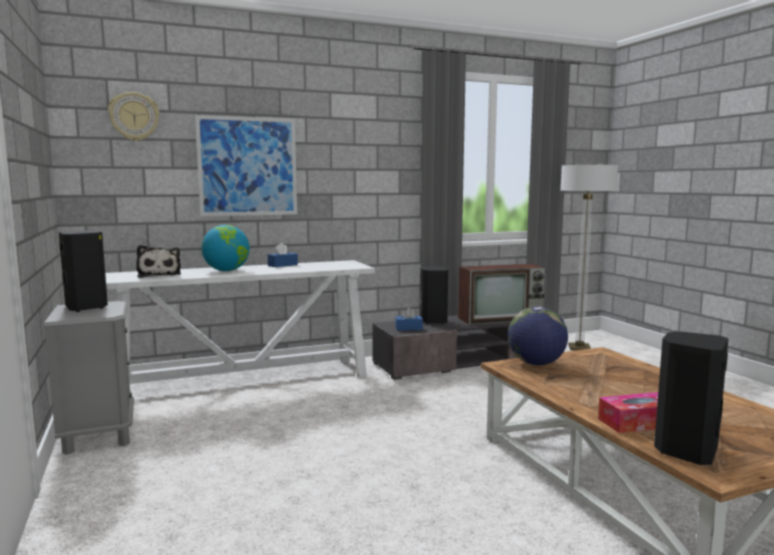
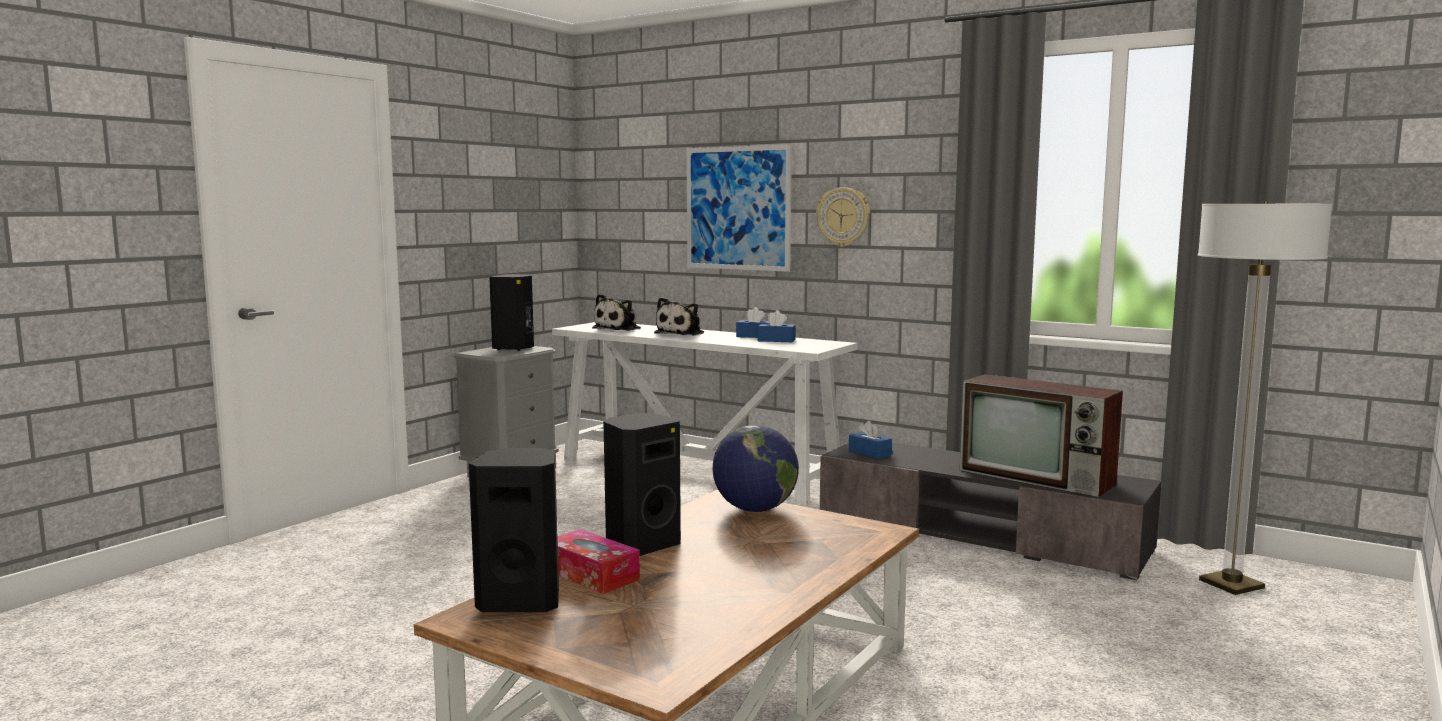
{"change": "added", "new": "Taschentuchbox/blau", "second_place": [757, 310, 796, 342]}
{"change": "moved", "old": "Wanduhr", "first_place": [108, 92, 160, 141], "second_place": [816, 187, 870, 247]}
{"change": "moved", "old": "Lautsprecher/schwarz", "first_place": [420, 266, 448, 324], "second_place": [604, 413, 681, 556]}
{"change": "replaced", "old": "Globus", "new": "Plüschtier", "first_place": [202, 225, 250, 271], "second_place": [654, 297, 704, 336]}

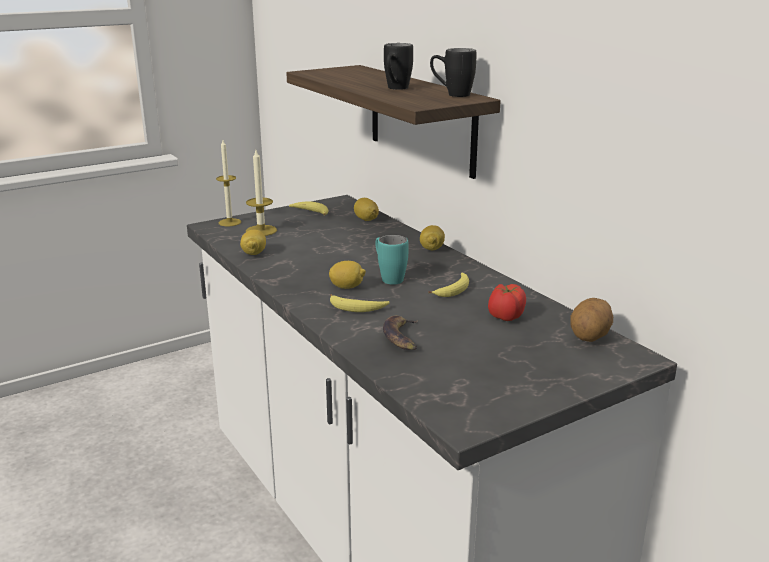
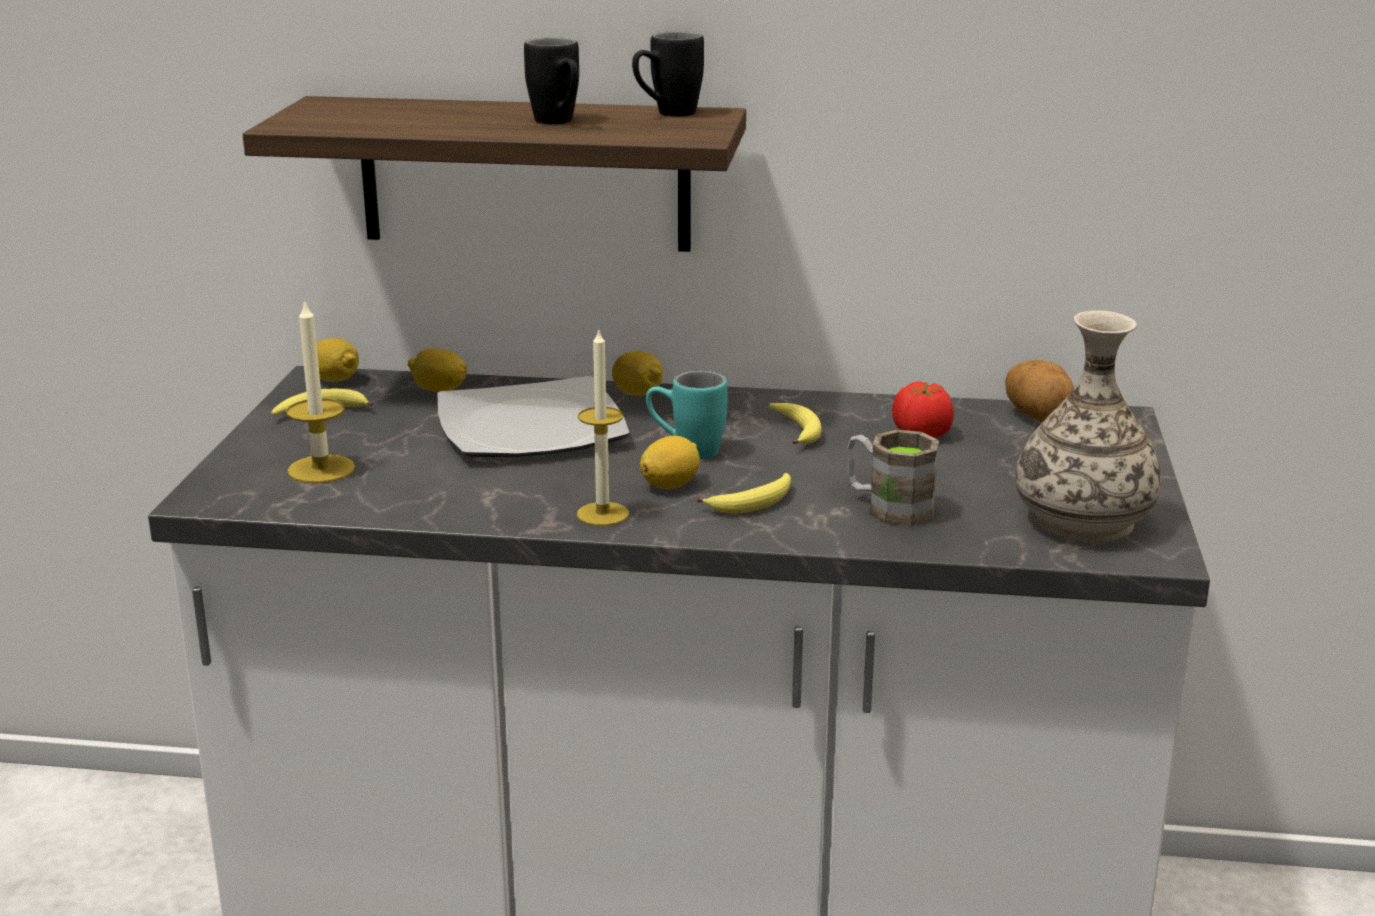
{"change": "added", "new": "Teller", "second_place": [437, 376, 630, 457]}
{"change": "added", "new": "Vase", "second_place": [1016, 311, 1161, 543]}
{"change": "moved", "old": "Kerze", "first_place": [216, 140, 241, 227], "second_place": [577, 328, 629, 526]}
{"change": "moved", "old": "Zitrone", "first_place": [240, 230, 266, 255], "second_place": [317, 338, 359, 382]}
{"change": "replaced", "old": "Banane", "new": "Henkelbecher/braun", "first_place": [383, 316, 418, 350], "second_place": [847, 430, 939, 526]}

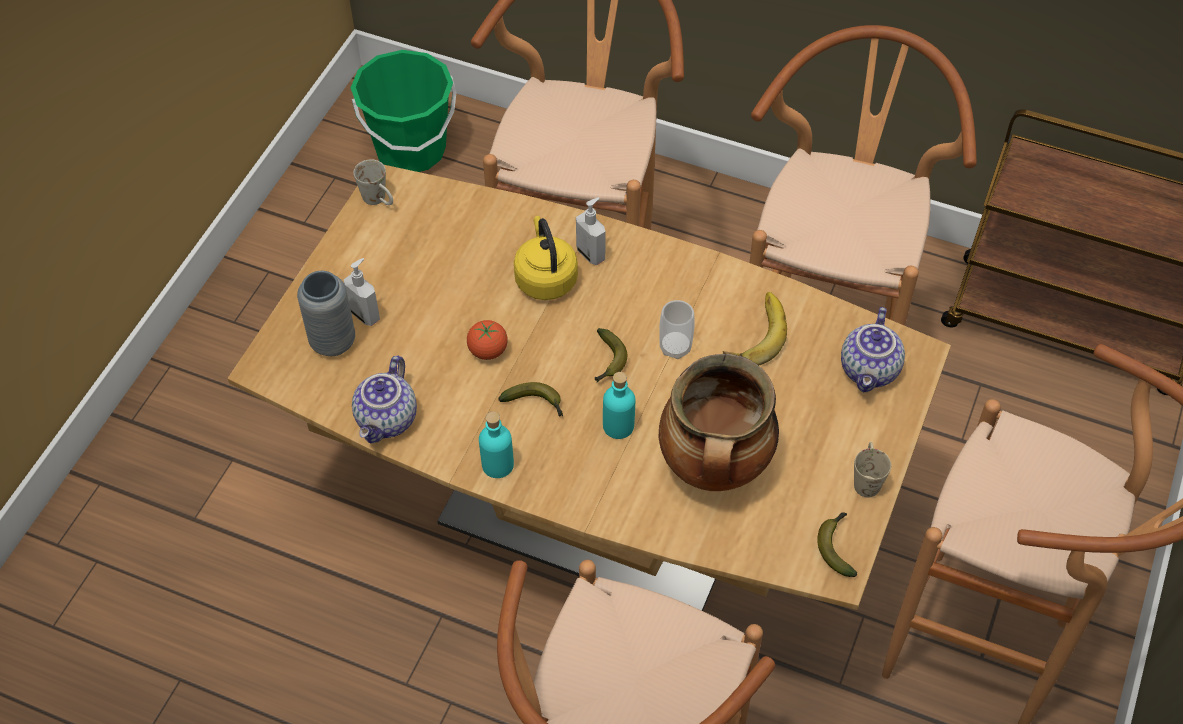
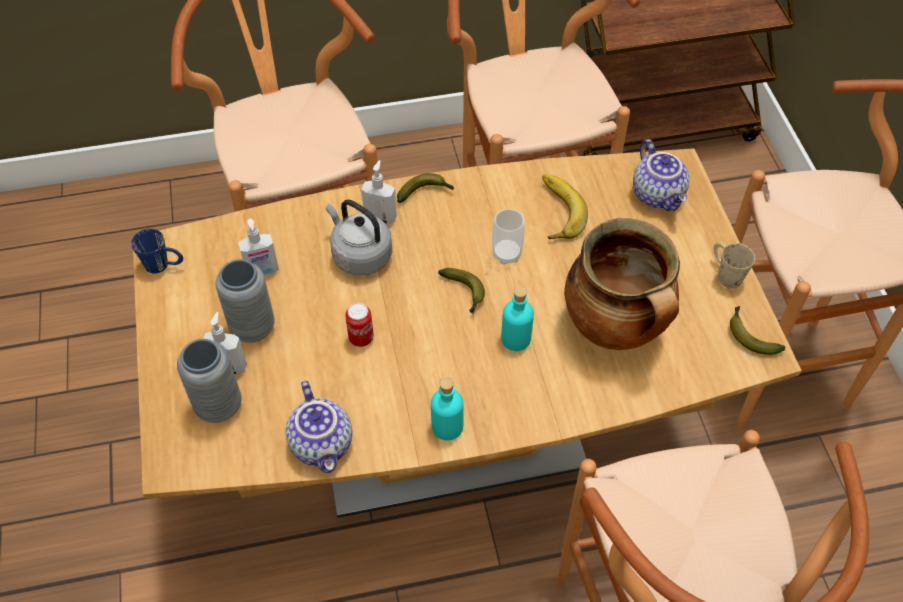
{"change": "removed", "old": "Eimer/grün", "first_place": [351, 50, 456, 172]}
{"change": "added", "new": "Vase/grau", "second_place": [215, 259, 275, 343]}
{"change": "added", "new": "Seifenspender", "second_place": [238, 219, 279, 276]}
{"change": "moved", "old": "Banane", "first_place": [498, 382, 563, 416], "second_place": [397, 173, 455, 203]}
{"change": "replaced", "old": "Tomate", "new": "Dose", "first_place": [467, 320, 508, 360], "second_place": [345, 303, 374, 347]}
{"change": "recoloured", "old": "Henkelbecher/weiß", "new": "Henkelbecher/blau", "first_place": [353, 159, 393, 205], "second_place": [131, 229, 183, 274]}
{"change": "recoloured", "old": "Wasserkessel/gelb", "new": "Wasserkessel/grau", "first_place": [514, 216, 578, 300], "second_place": [326, 200, 392, 275]}

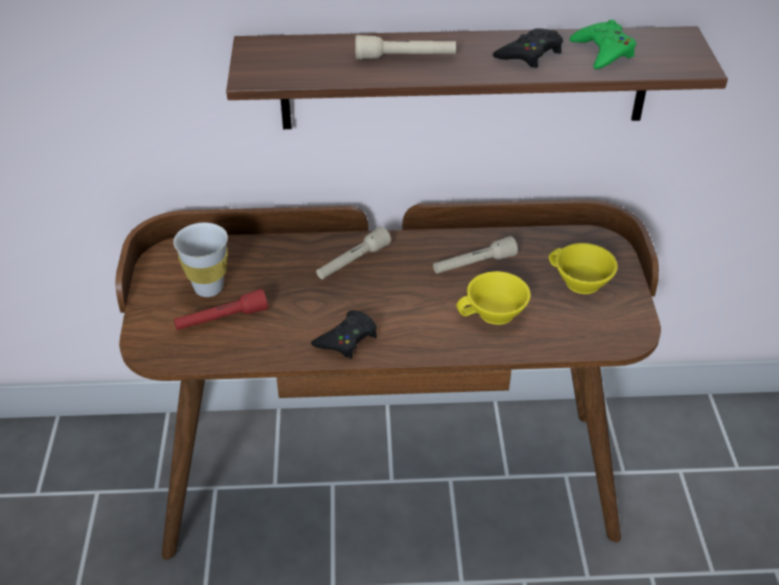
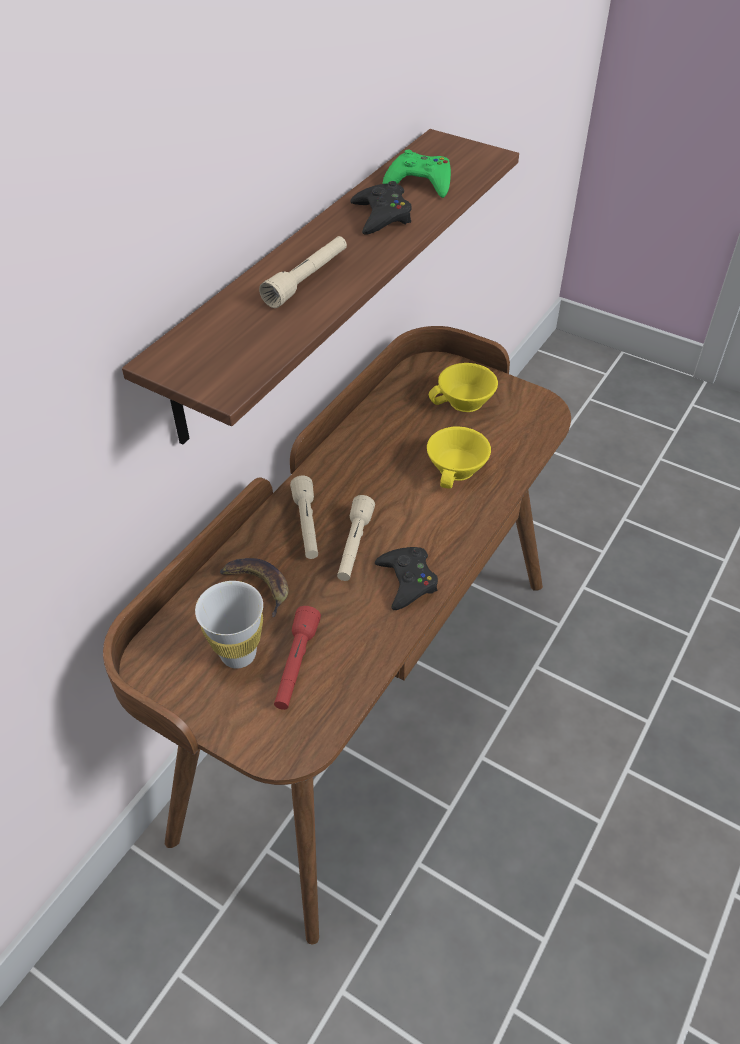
{"change": "added", "new": "Banane", "second_place": [220, 558, 289, 618]}
{"change": "moved", "old": "Taschenlampe/beige", "first_place": [433, 236, 518, 274], "second_place": [337, 495, 375, 581]}

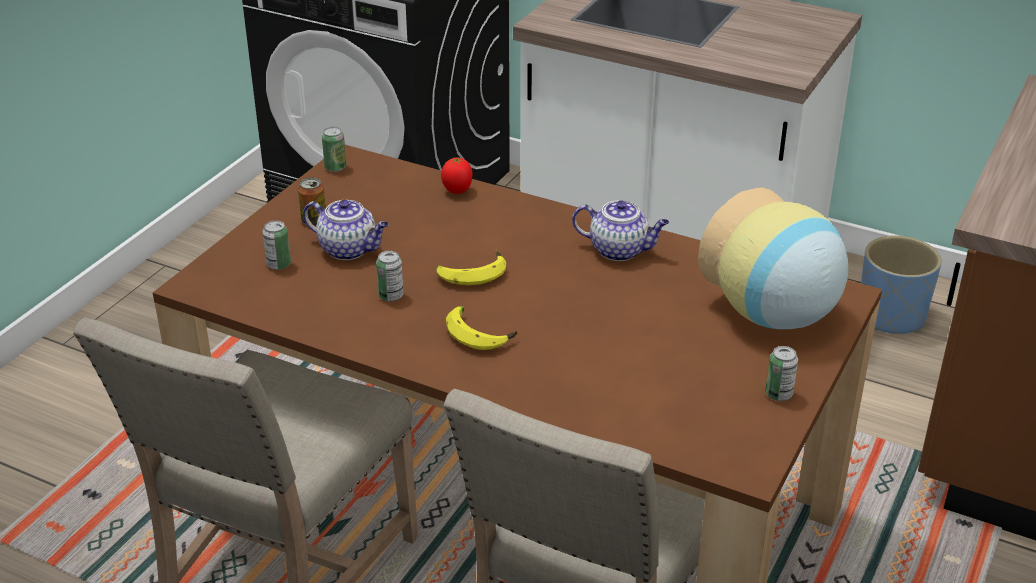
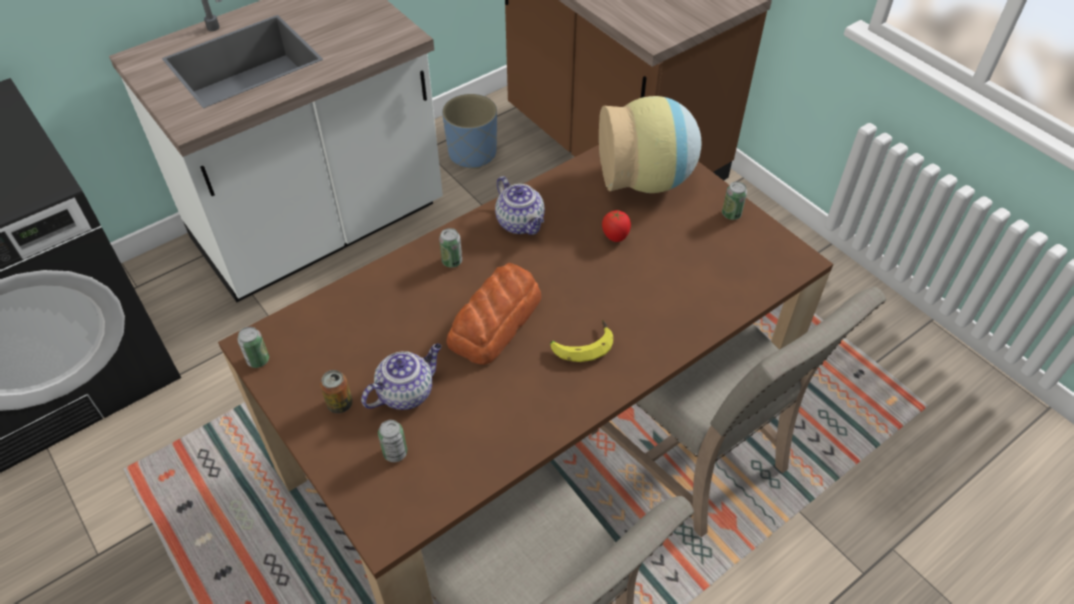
{"change": "moved", "old": "Dose", "first_place": [376, 251, 404, 301], "second_place": [439, 228, 462, 268]}
{"change": "moved", "old": "Tomate", "first_place": [441, 156, 472, 194], "second_place": [602, 210, 631, 242]}
{"change": "replaced", "old": "Banane", "new": "Brot", "first_place": [436, 250, 507, 285], "second_place": [447, 263, 541, 365]}
{"change": "turned", "old": "Teekanne", "first_place": [572, 200, 669, 261], "second_place": [495, 176, 545, 235], "degrees": 105}

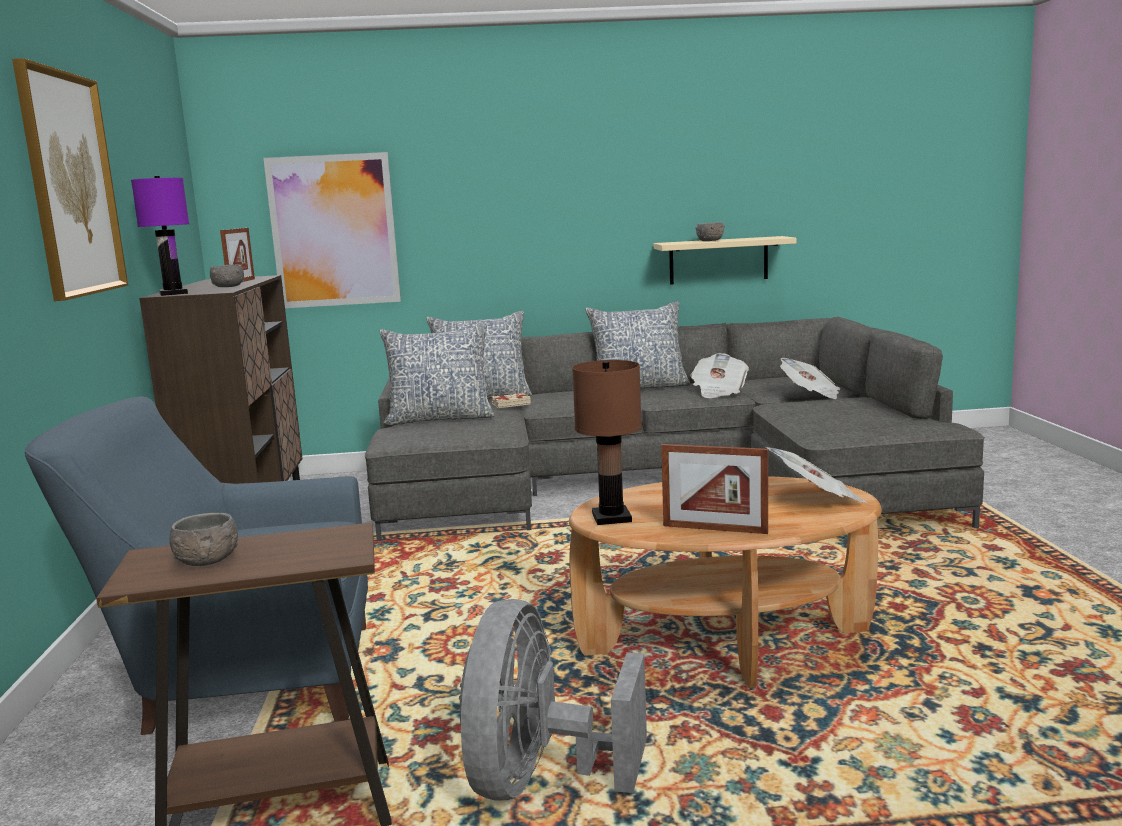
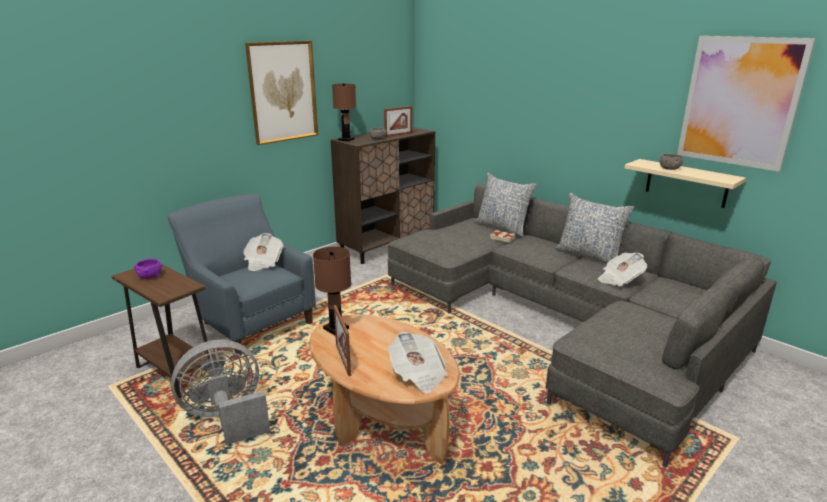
{"change": "removed", "old": "Kissen", "first_place": [379, 323, 494, 425]}
{"change": "moved", "old": "Bild", "first_place": [263, 152, 401, 308], "second_place": [677, 36, 816, 172]}
{"change": "moved", "old": "Zeitung", "first_place": [780, 358, 840, 399], "second_place": [243, 233, 283, 271]}
{"change": "recoloured", "old": "Tischlampe/lila", "new": "Tischlampe/braun", "first_place": [131, 176, 189, 296], "second_place": [332, 83, 356, 141]}
{"change": "recoloured", "old": "Schüssel/grau", "new": "Schüssel/lila", "first_place": [169, 513, 238, 566], "second_place": [134, 259, 162, 279]}

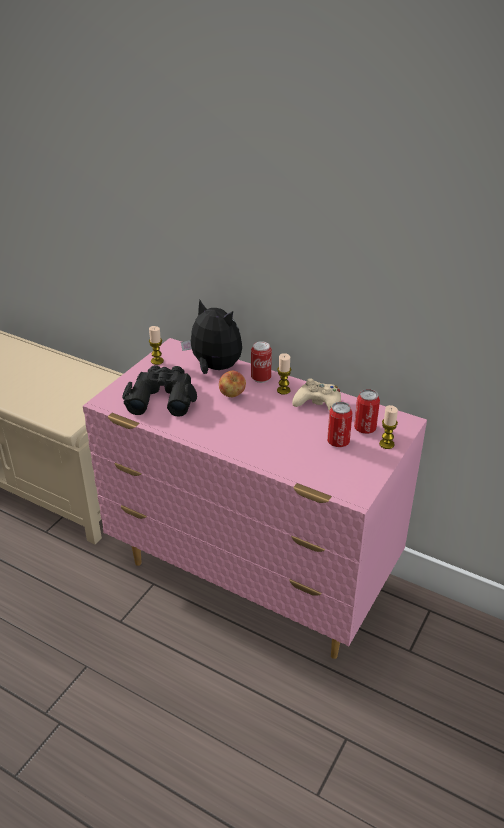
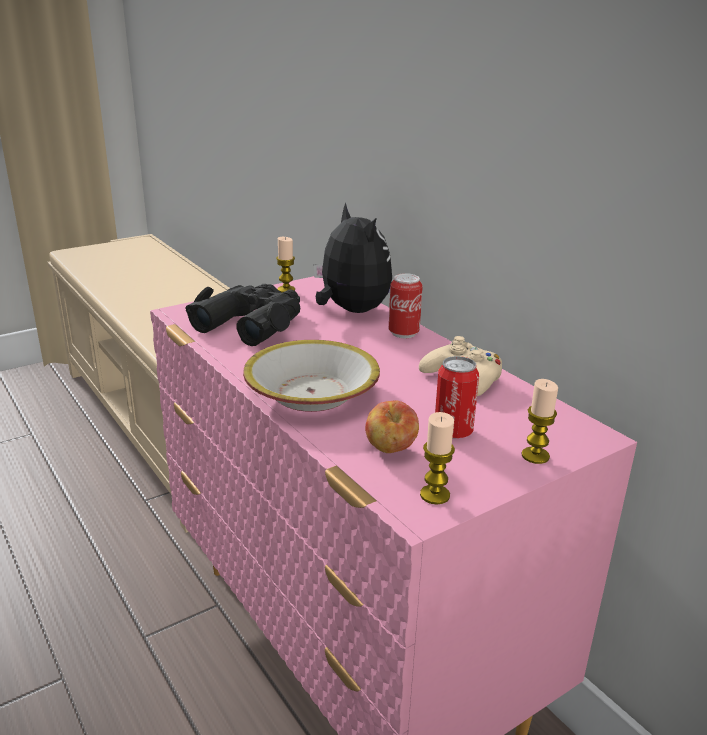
{"change": "removed", "old": "Dose", "first_place": [354, 389, 380, 434]}
{"change": "added", "new": "Schüssel", "second_place": [243, 340, 380, 412]}
{"change": "moved", "old": "Apfel", "first_place": [219, 371, 246, 397], "second_place": [365, 401, 419, 453]}
{"change": "moved", "old": "Kerze", "first_place": [277, 353, 291, 395], "second_place": [420, 412, 455, 505]}

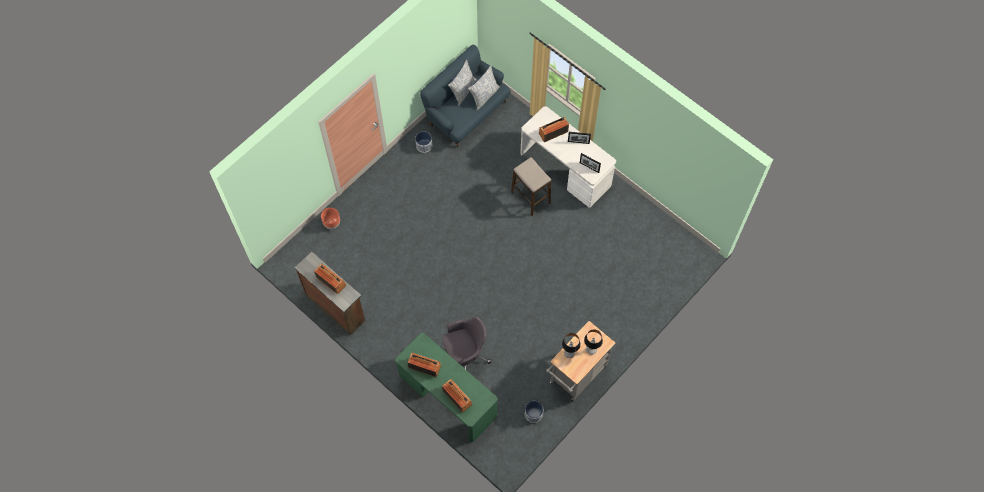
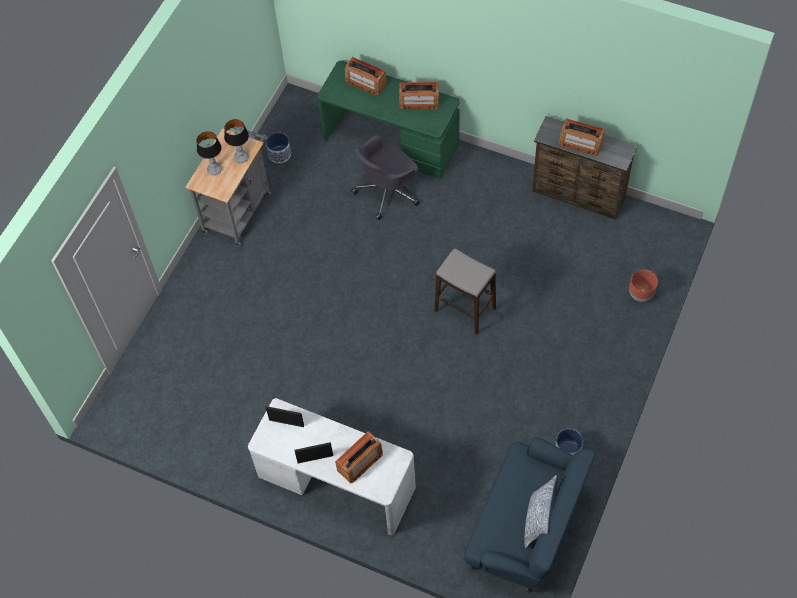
{"change": "removed", "old": "Kissen", "first_place": [468, 65, 499, 110]}
{"change": "moved", "old": "Hocker", "first_place": [511, 157, 551, 216], "second_place": [434, 248, 496, 335]}

